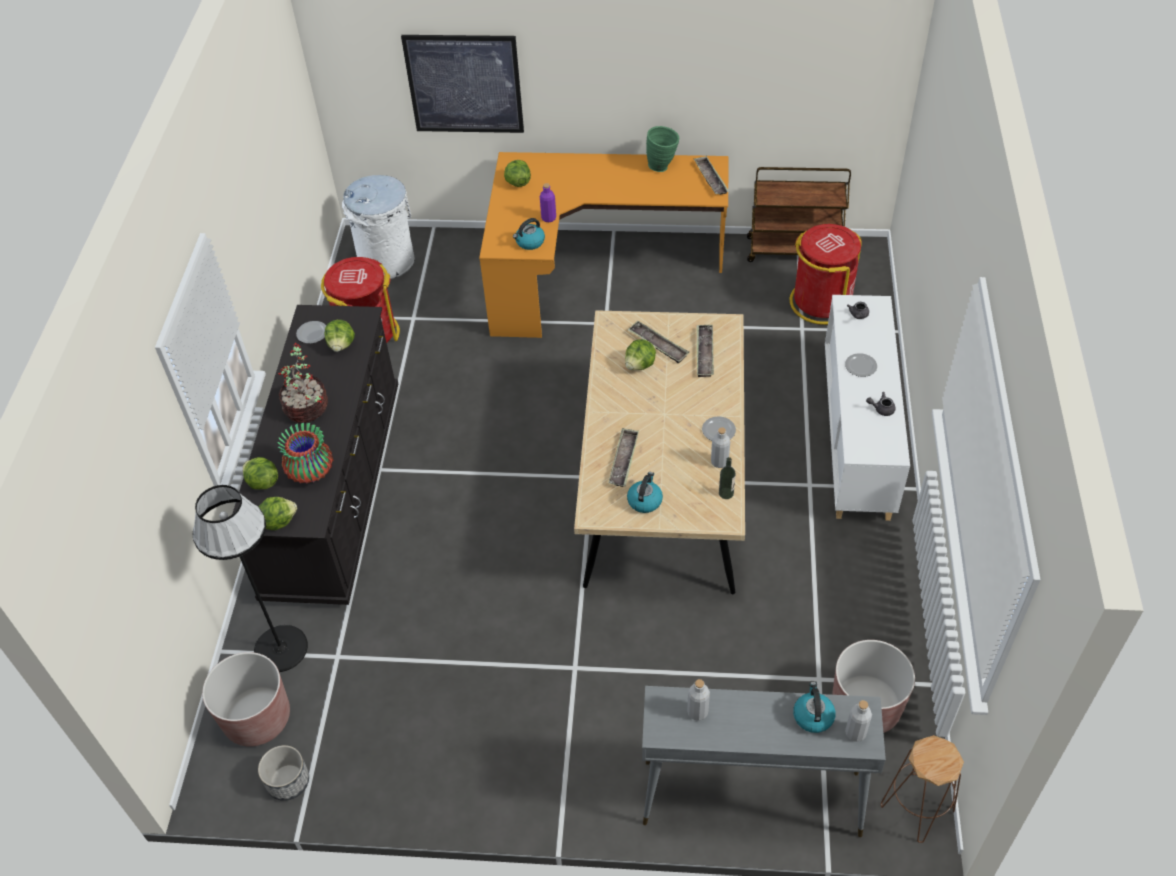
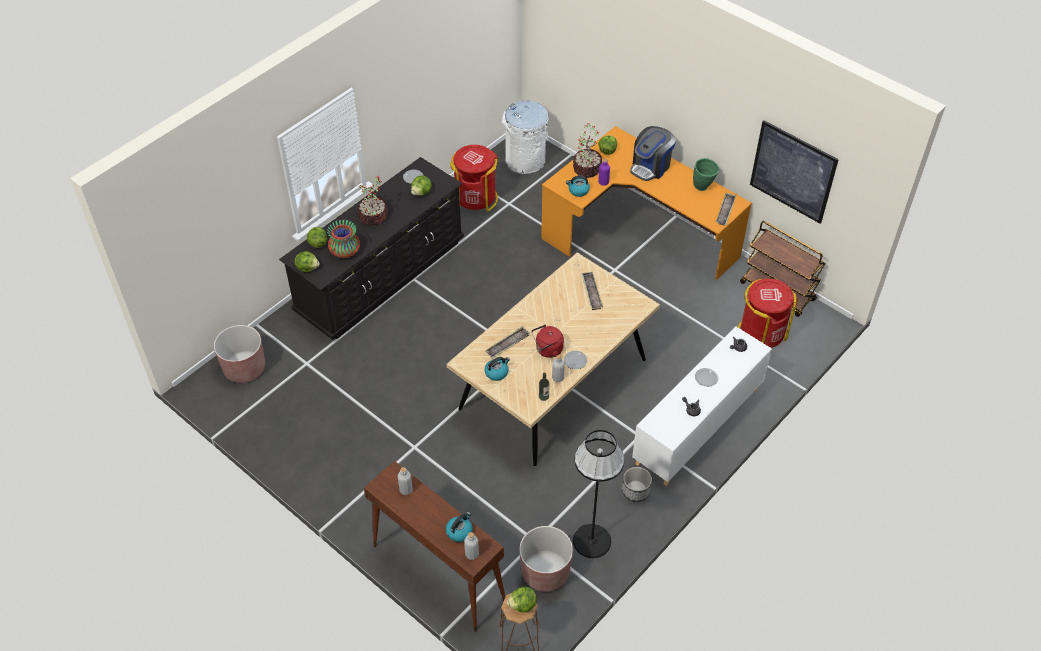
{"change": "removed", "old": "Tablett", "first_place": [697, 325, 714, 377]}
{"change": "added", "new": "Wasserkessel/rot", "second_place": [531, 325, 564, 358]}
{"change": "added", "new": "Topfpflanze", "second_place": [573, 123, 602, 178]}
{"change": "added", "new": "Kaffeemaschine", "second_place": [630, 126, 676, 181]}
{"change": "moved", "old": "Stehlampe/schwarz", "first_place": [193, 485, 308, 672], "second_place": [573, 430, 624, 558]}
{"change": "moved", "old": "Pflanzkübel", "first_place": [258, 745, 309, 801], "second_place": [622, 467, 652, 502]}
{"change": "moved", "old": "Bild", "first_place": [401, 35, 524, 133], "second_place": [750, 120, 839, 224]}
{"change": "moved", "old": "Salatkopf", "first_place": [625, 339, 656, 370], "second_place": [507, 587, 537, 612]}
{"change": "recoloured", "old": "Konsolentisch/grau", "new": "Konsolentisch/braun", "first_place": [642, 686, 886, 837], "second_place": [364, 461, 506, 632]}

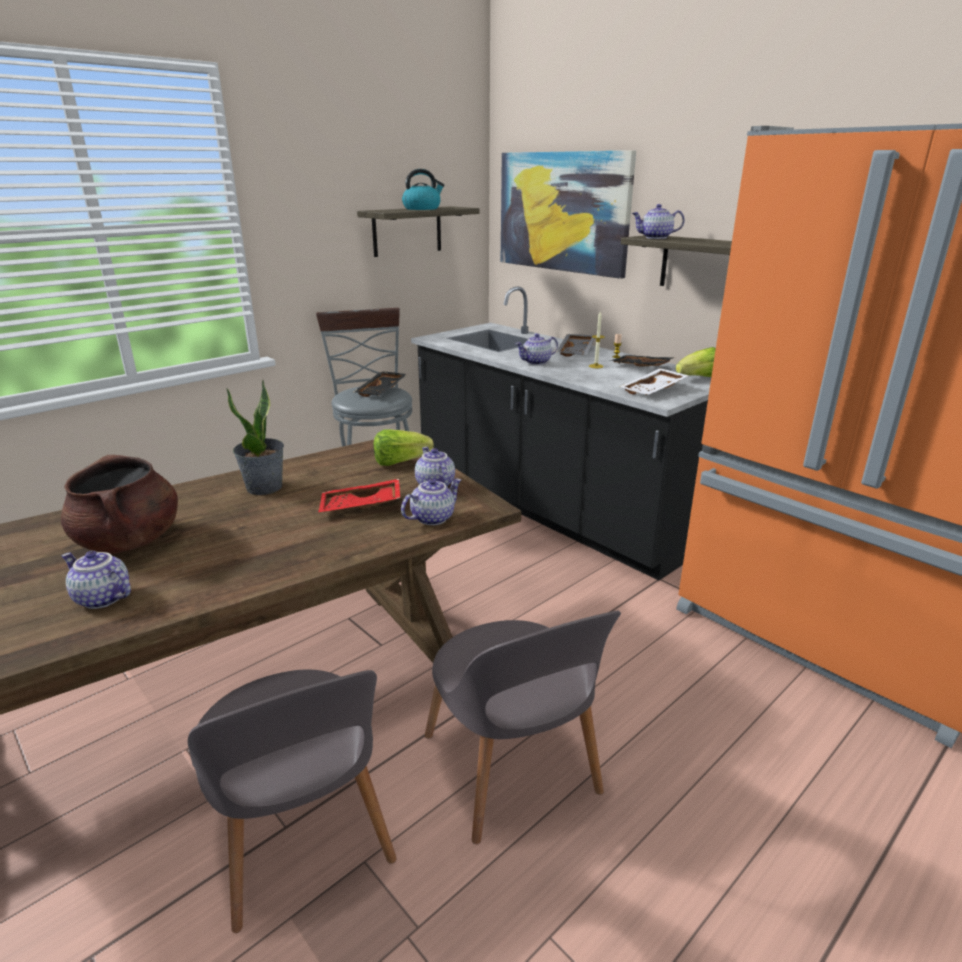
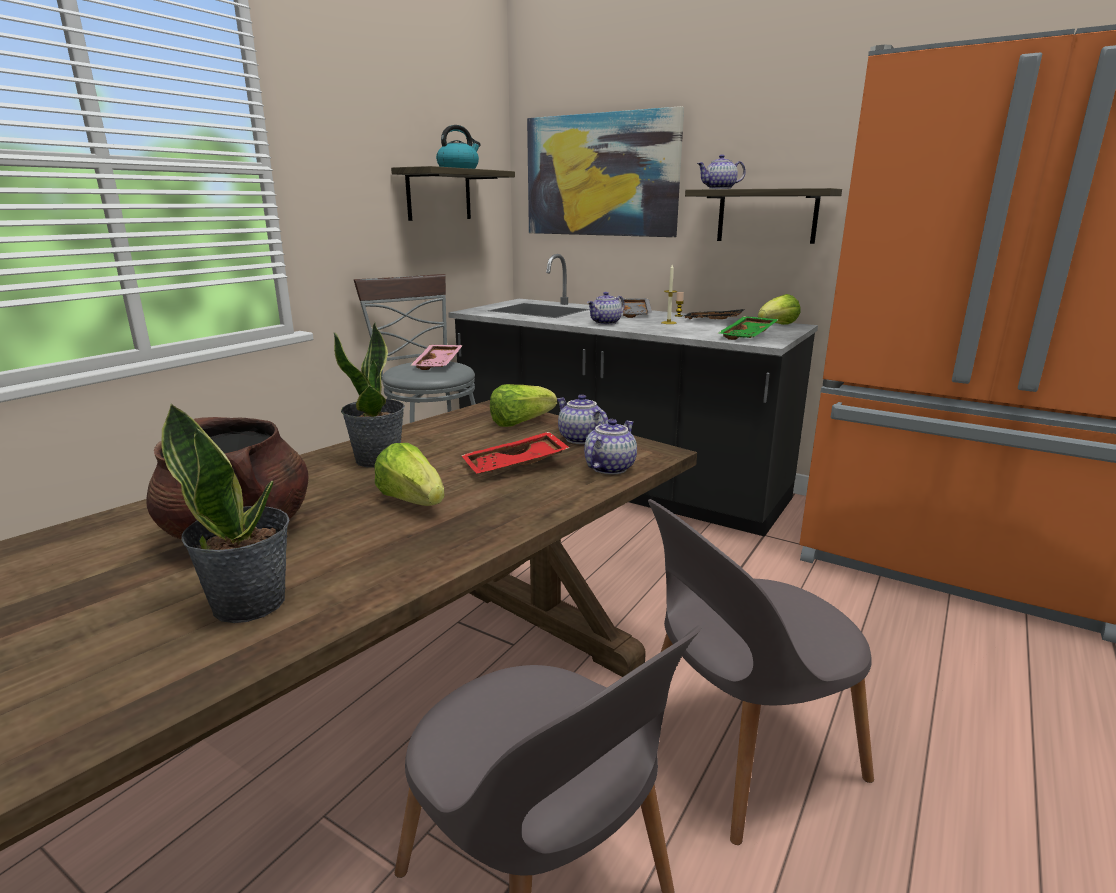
{"change": "added", "new": "Salatkopf", "second_place": [374, 443, 445, 506]}
{"change": "replaced", "old": "Teekanne", "new": "Topfpflanze", "first_place": [62, 551, 131, 609], "second_place": [161, 403, 289, 623]}
{"change": "recoloured", "old": "Tablett/schwarz", "new": "Tablett/rosa", "first_place": [354, 371, 407, 397], "second_place": [410, 345, 463, 370]}
{"change": "recoloured", "old": "Tablett/weiß", "new": "Tablett/grün", "first_place": [620, 368, 689, 395], "second_place": [718, 316, 779, 340]}
{"change": "turned", "old": "Stuhl/grau", "first_place": [425, 610, 621, 844], "second_place": [648, 499, 874, 845], "degrees": 105}

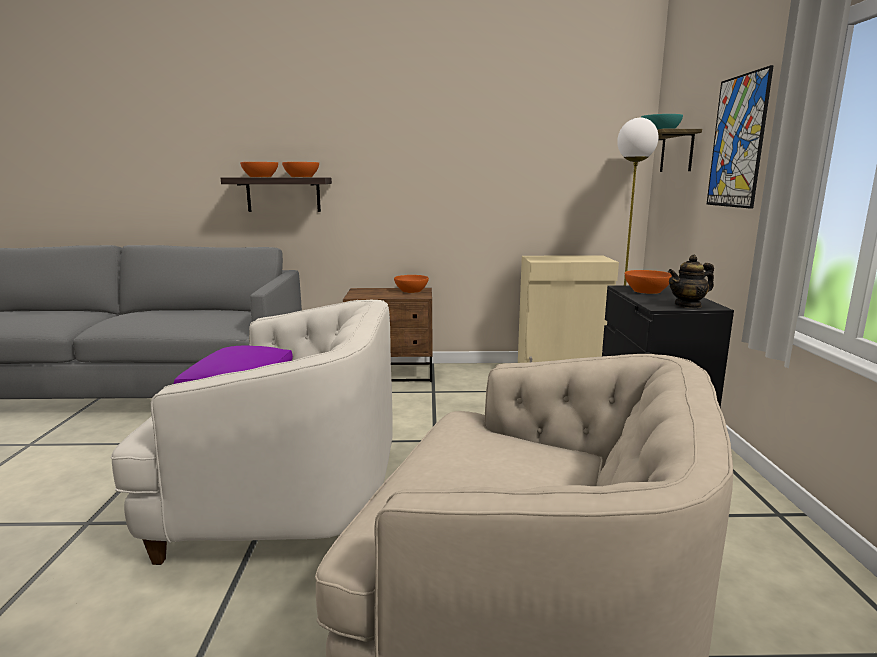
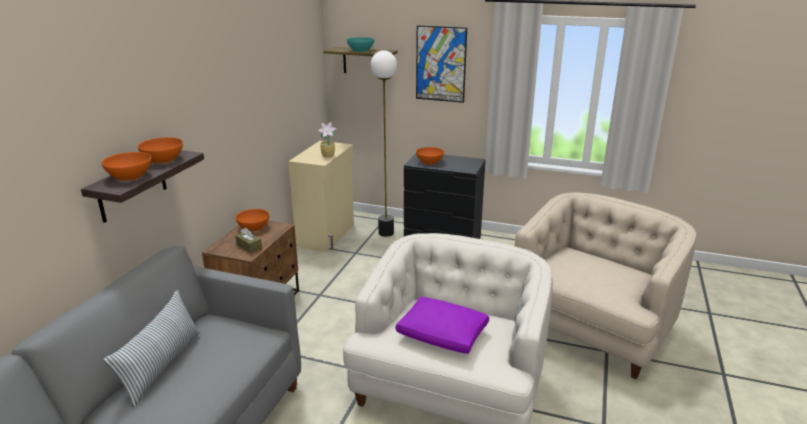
{"change": "removed", "old": "Teekanne", "first_place": [668, 255, 714, 308]}
{"change": "added", "new": "Kissen", "second_place": [104, 290, 200, 407]}
{"change": "added", "new": "Taschentuchbox/braun", "second_place": [235, 228, 262, 253]}
{"change": "added", "new": "Topfpflanze", "second_place": [318, 122, 336, 158]}

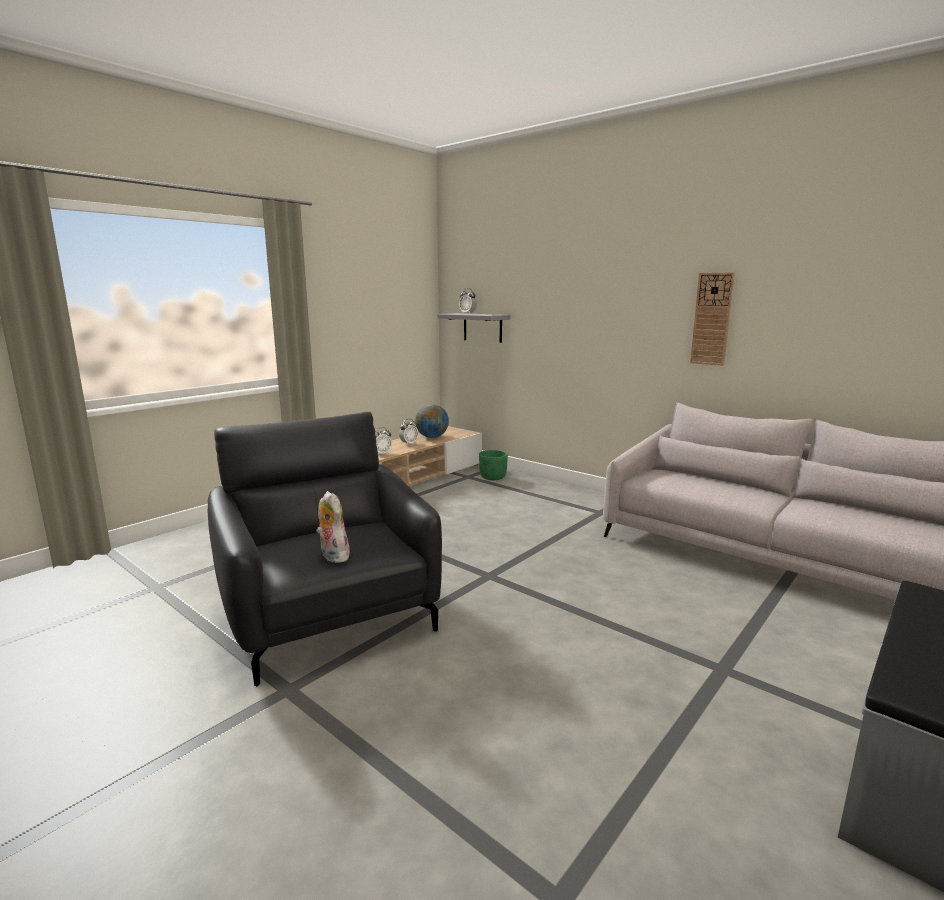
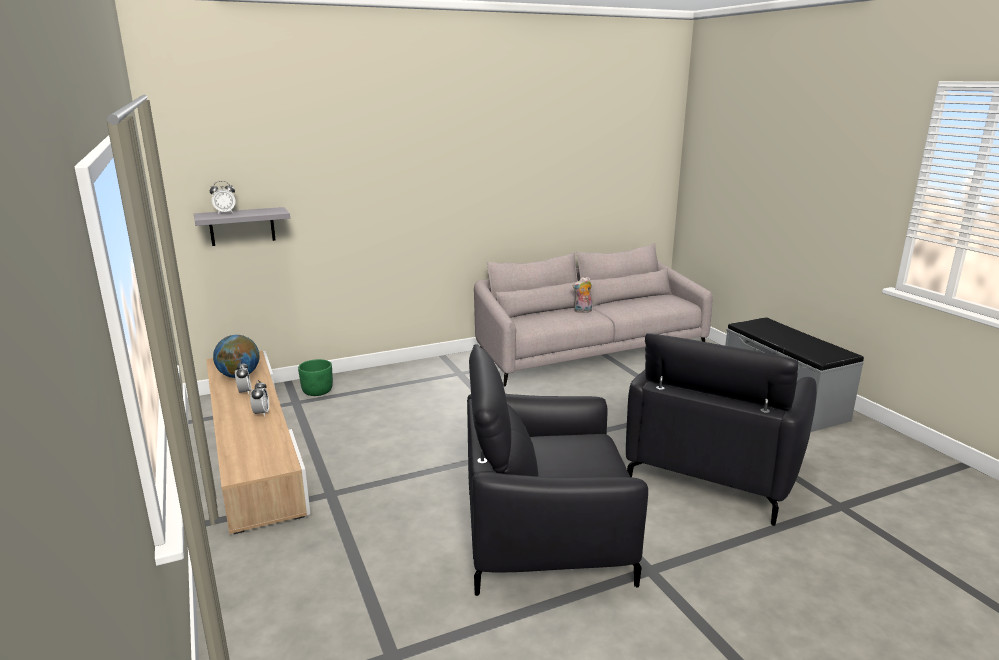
{"change": "removed", "old": "Wanduhr", "first_place": [690, 272, 735, 366]}
{"change": "added", "new": "Sessel/schwarz", "second_place": [626, 333, 817, 526]}
{"change": "moved", "old": "Plüschtier", "first_place": [316, 491, 350, 563], "second_place": [573, 277, 592, 313]}

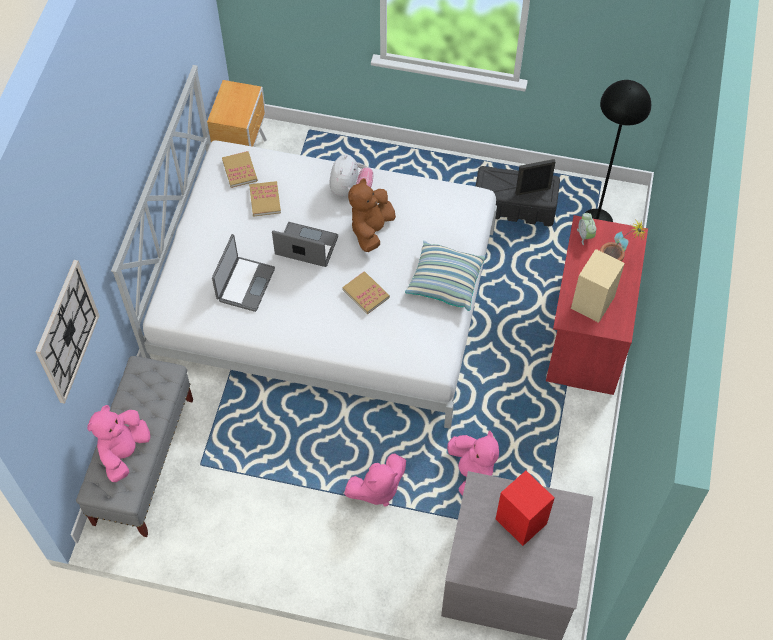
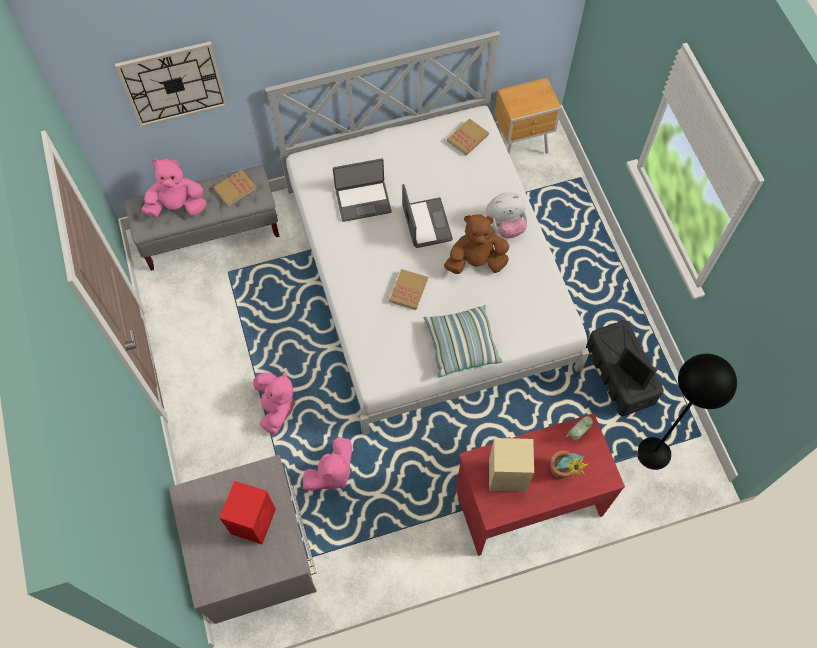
{"change": "moved", "old": "Buch", "first_place": [249, 181, 281, 216], "second_place": [213, 170, 257, 207]}
{"change": "turned", "old": "Plüschtier/rosa", "first_place": [344, 454, 406, 507], "second_place": [253, 371, 295, 435], "degrees": -135}

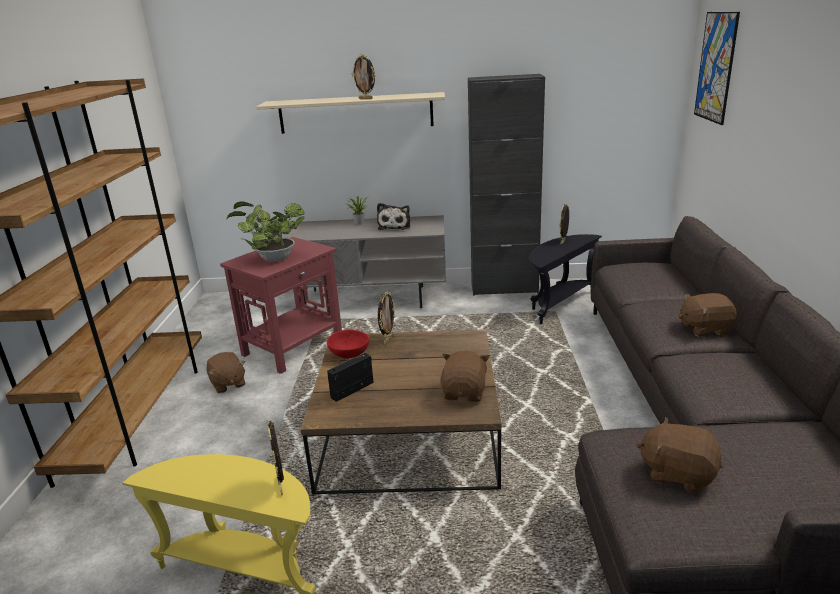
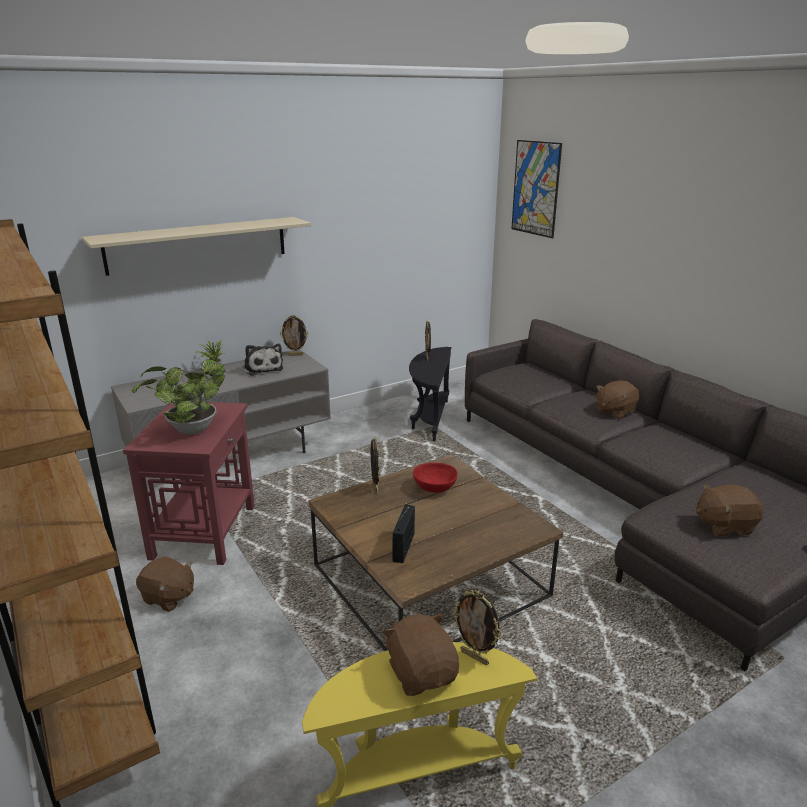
{"change": "removed", "old": "Schrank/schwarz", "first_place": [468, 74, 545, 296]}
{"change": "moved", "old": "Schüssel/rot", "first_place": [327, 330, 369, 359], "second_place": [413, 463, 458, 493]}
{"change": "moved", "old": "Bilderrahmen", "first_place": [352, 54, 376, 99], "second_place": [280, 315, 308, 356]}
{"change": "moved", "old": "Plüschtier/braun", "first_place": [440, 350, 490, 402], "second_place": [382, 613, 459, 696]}

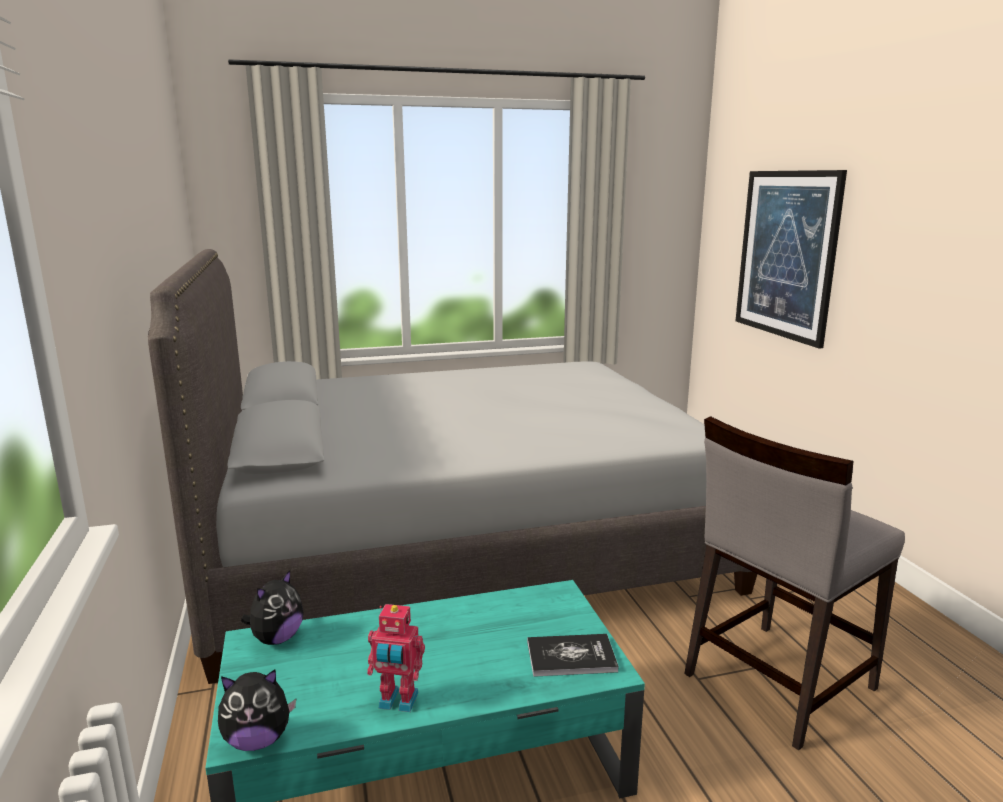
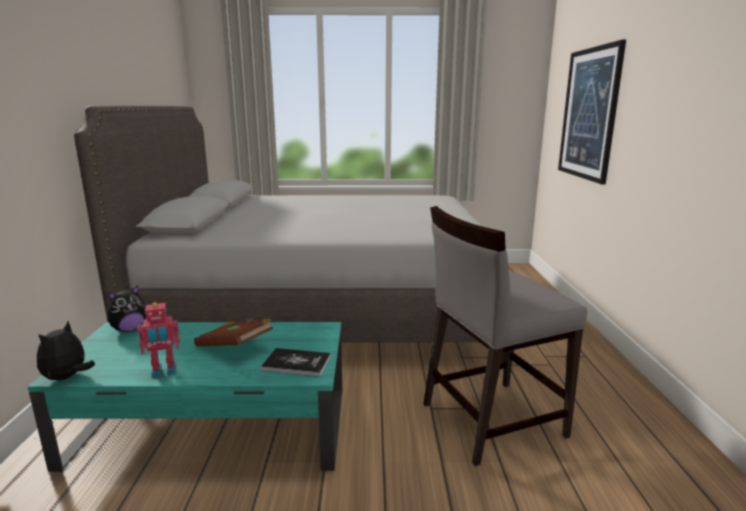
{"change": "added", "new": "Buch/braun", "second_place": [194, 318, 273, 346]}
{"change": "turned", "old": "Plüschtier", "first_place": [218, 670, 296, 751], "second_place": [37, 321, 95, 380], "degrees": 105}
{"change": "turned", "old": "Spielzeugroboter", "first_place": [367, 604, 425, 712], "second_place": [137, 302, 180, 377], "degrees": -45}

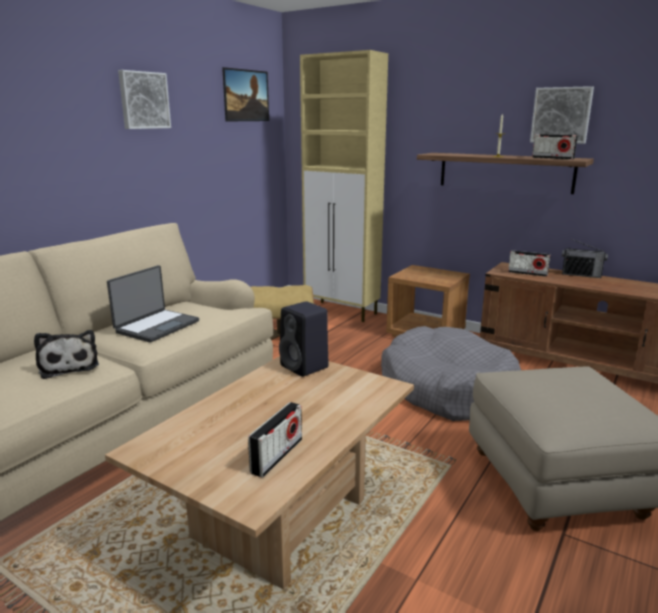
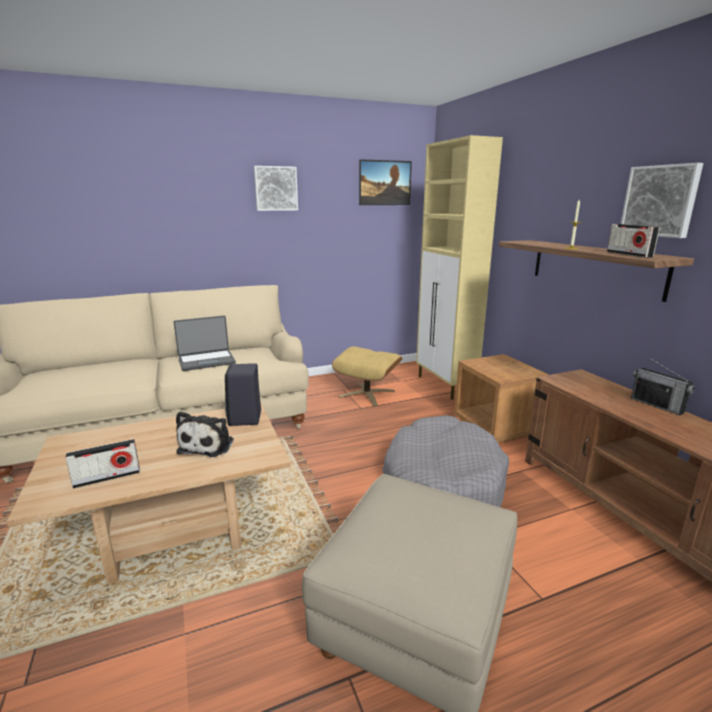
{"change": "removed", "old": "Radio", "first_place": [508, 250, 551, 277]}
{"change": "moved", "old": "Plüschtier", "first_place": [34, 330, 99, 379], "second_place": [176, 411, 234, 457]}

